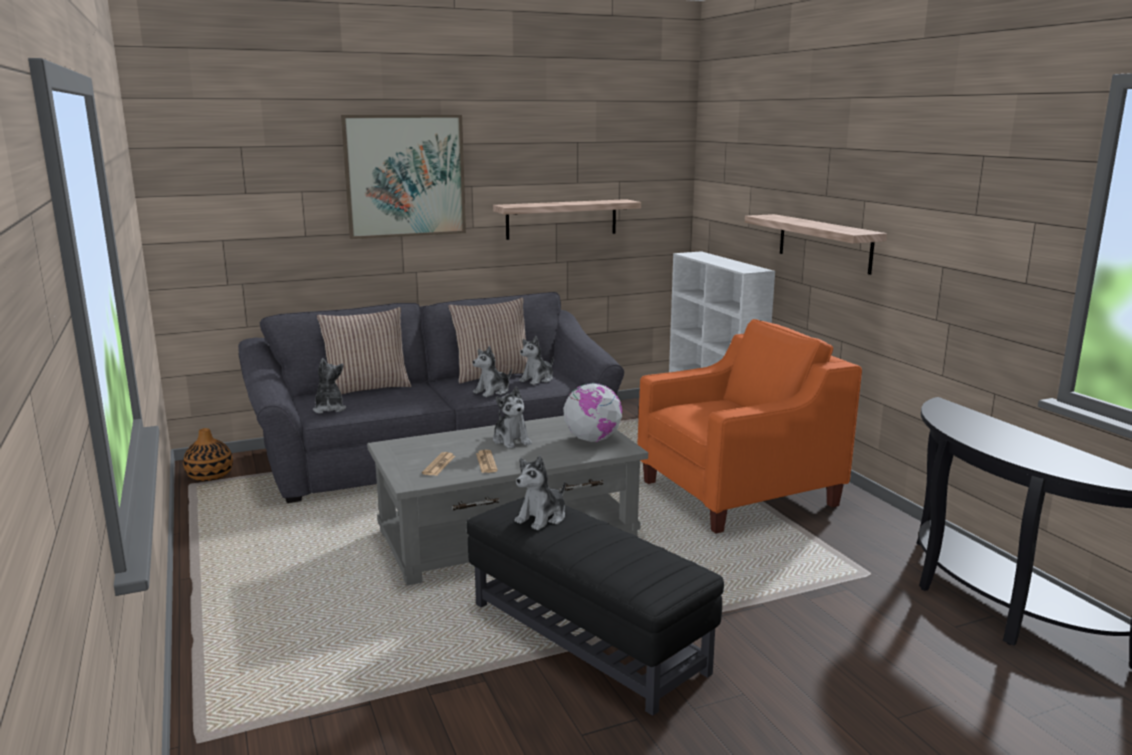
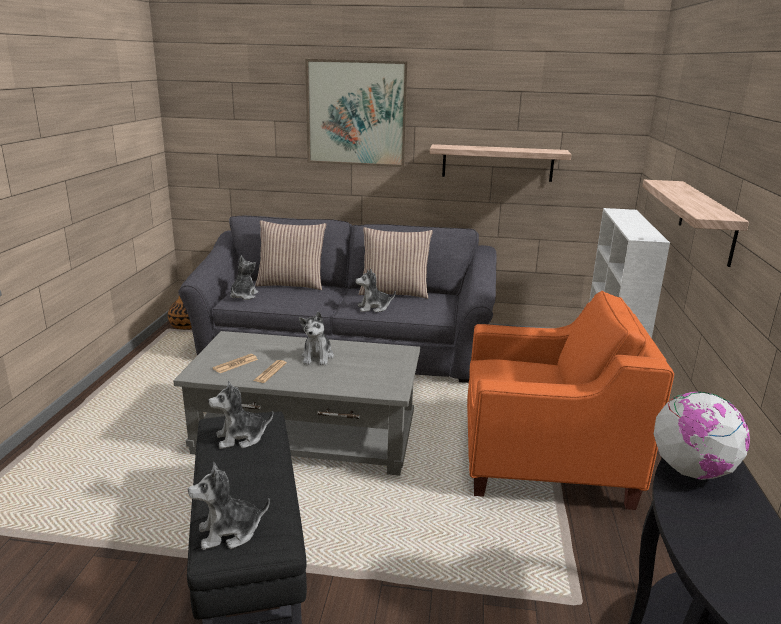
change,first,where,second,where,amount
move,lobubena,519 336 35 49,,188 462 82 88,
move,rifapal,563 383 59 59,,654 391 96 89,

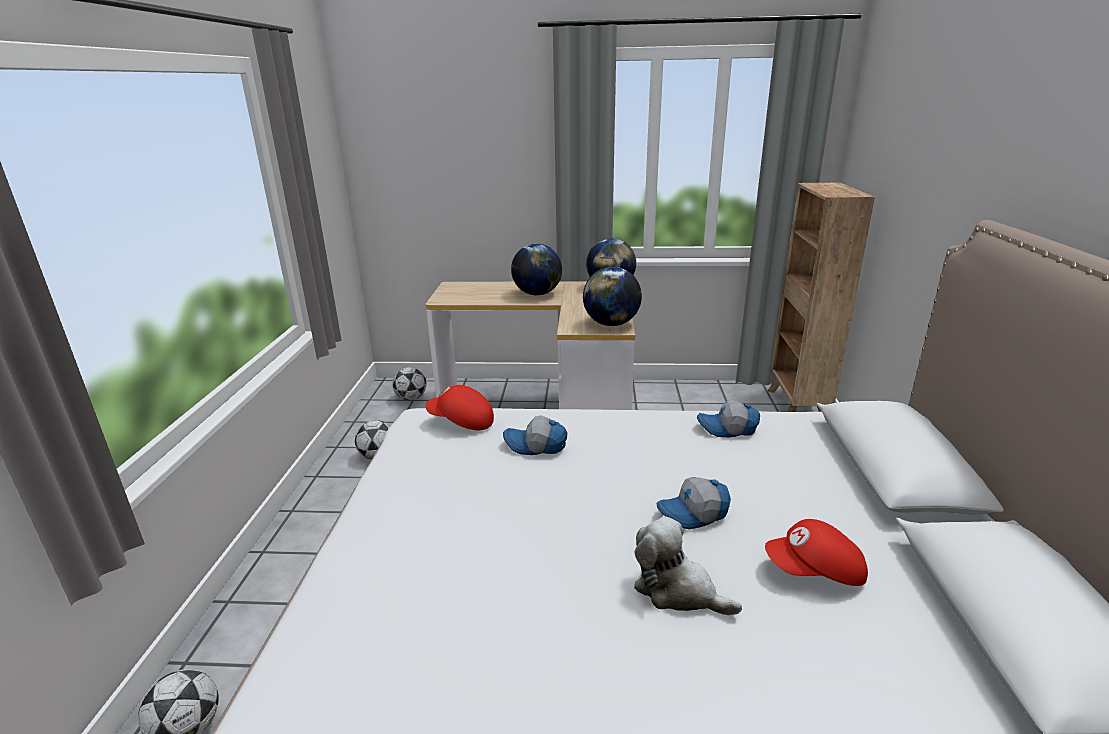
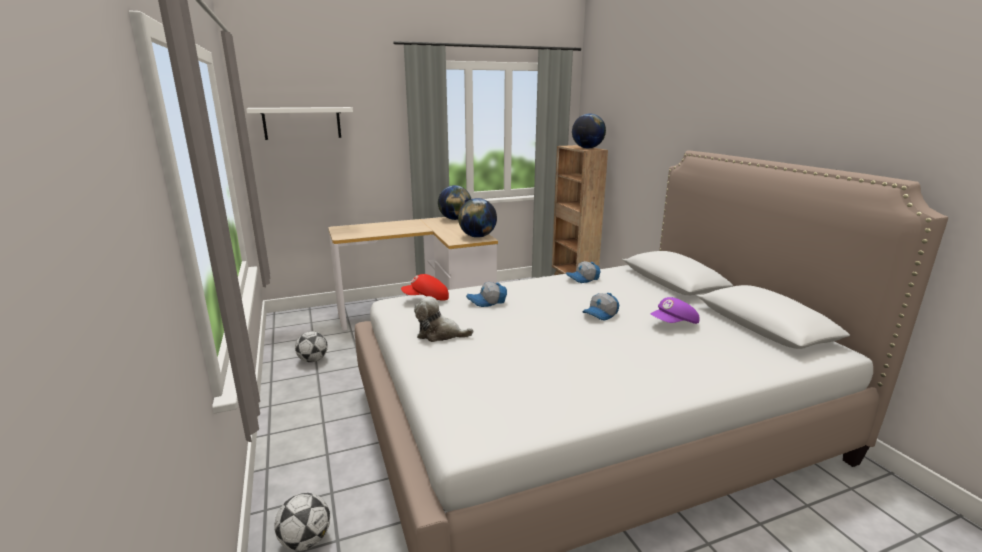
change,first,where,second,where,amount
move,rifapal,511 244 51 51,,572 113 34 36,
delete,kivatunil,392 367 35 33,,,
move,lobubena,634 516 108 99,,414 296 59 46,
recolor,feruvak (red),765 519 103 67,feruvak (purple),650 297 50 27,
insert,,,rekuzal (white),246 107 107 33,

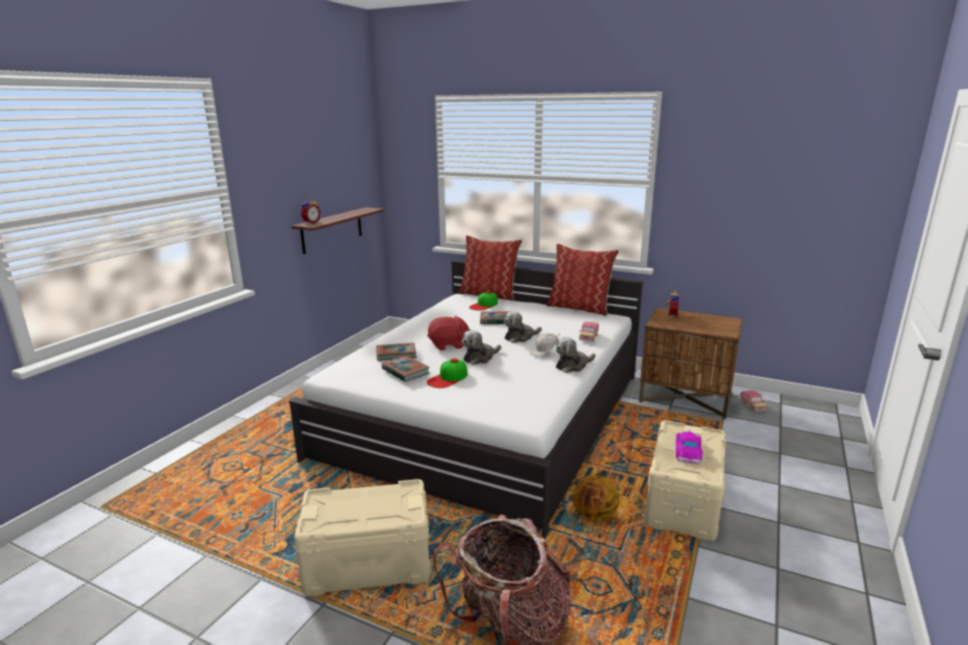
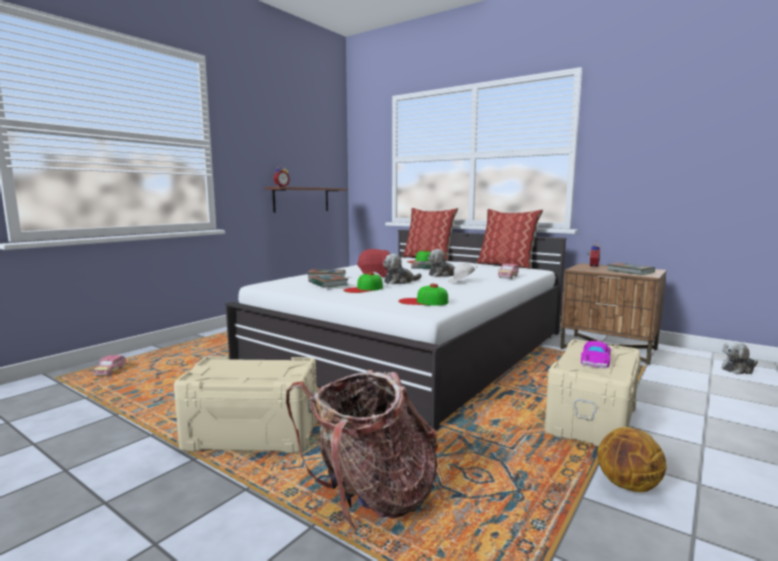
change,first,where,second,where,amount
move,lobubena,556 337 39 36,,722 341 36 33,
move,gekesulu,739 390 28 21,,94 355 32 21,
move,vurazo,572 475 47 47,,597 427 70 65,
insert,,,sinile,607 263 48 12,
insert,,,feruvak,398 284 50 22,

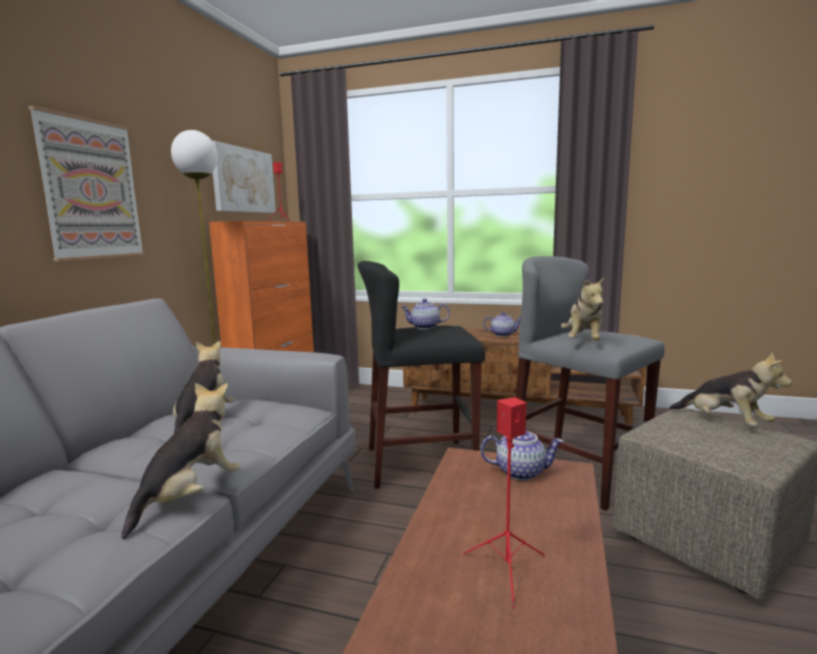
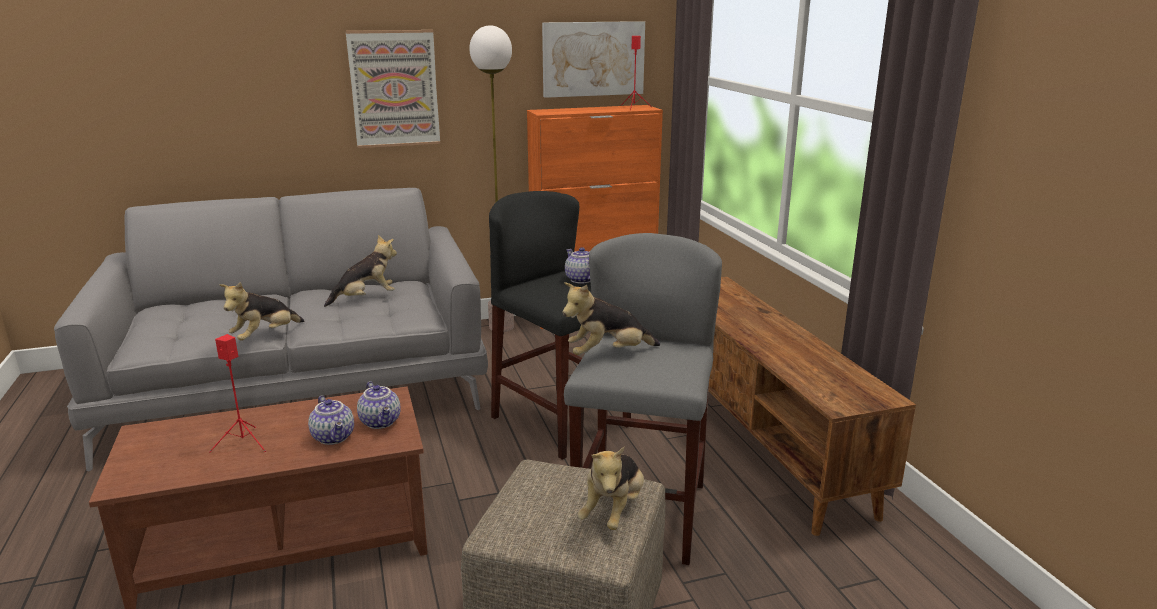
change,first,where,second,where,amount
move,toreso,483 312 38 25,,308 395 46 50,
rotate,lobubena,121 383 119 156,,219 282 85 58,135 degrees clockwise

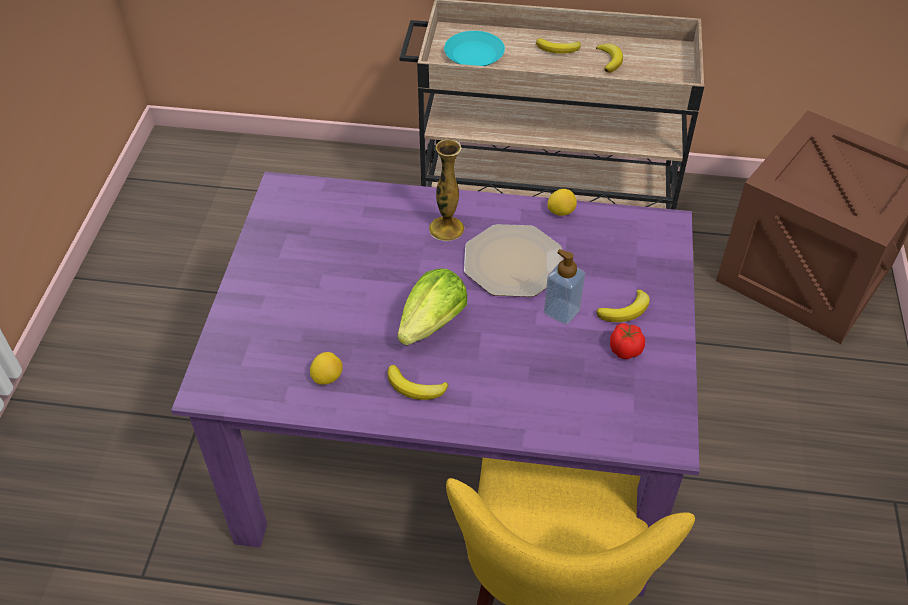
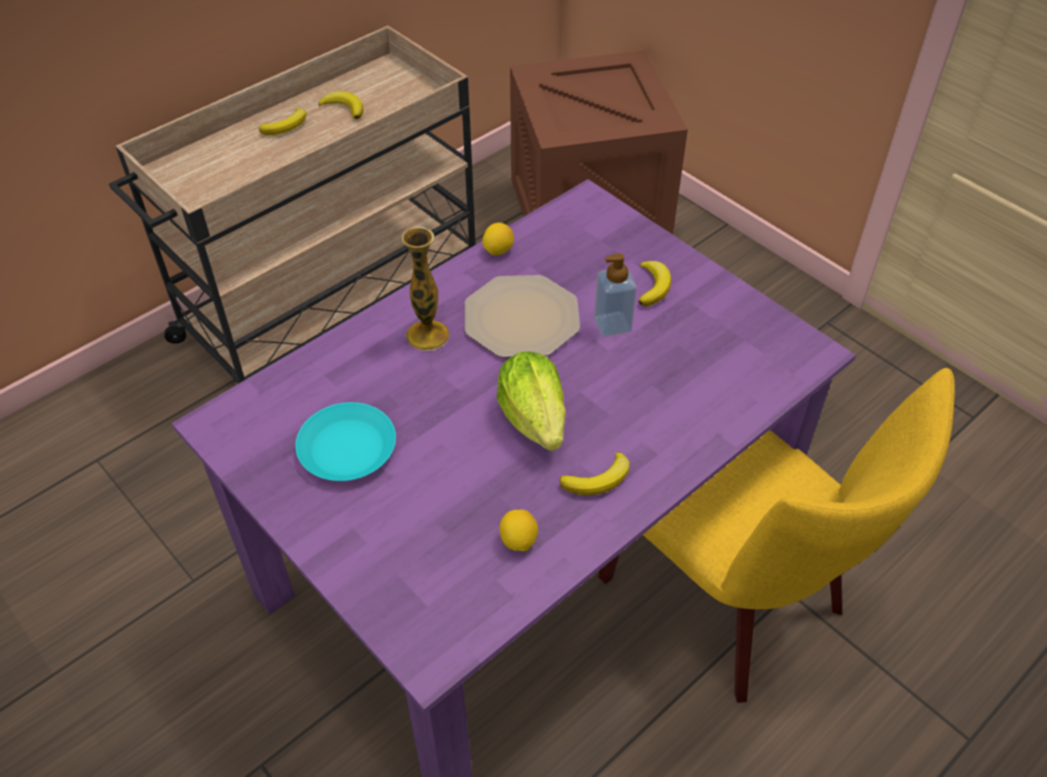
change,first,where,second,where,amount
move,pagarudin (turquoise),444 31 61 35,,295 402 101 79,
delete,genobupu,610 323 35 36,,,

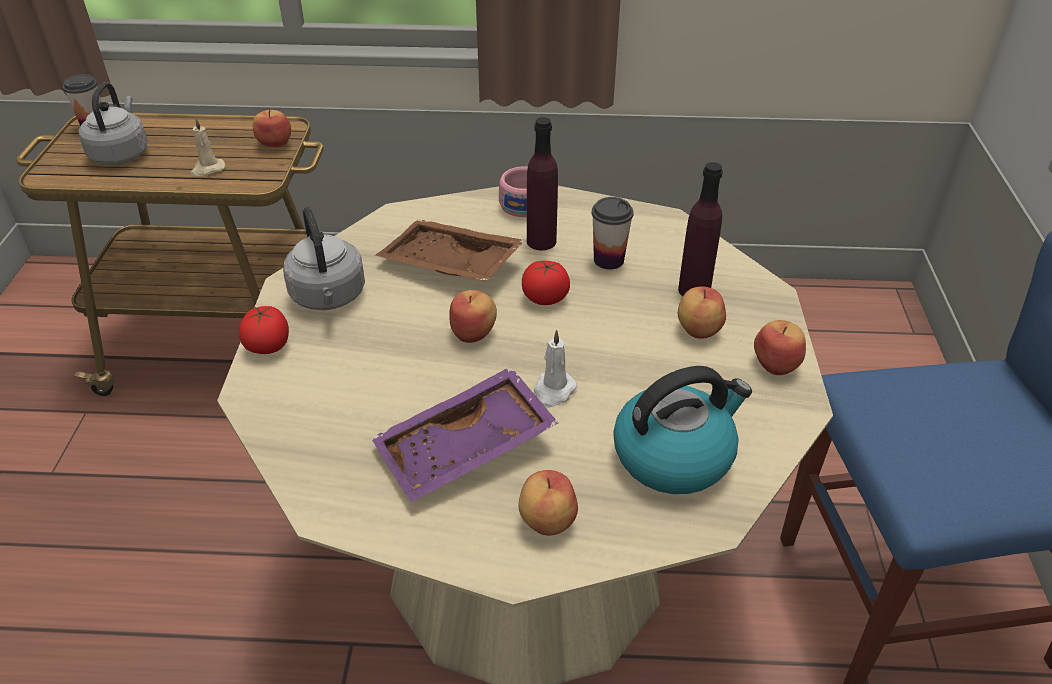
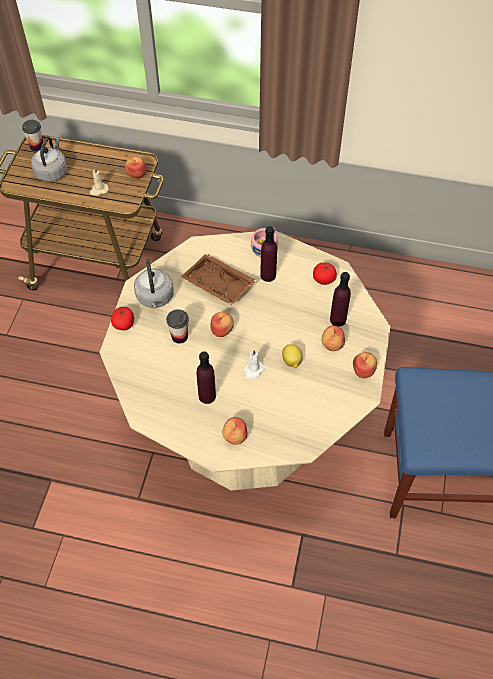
change,first,where,second,where,amount
move,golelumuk,591 197 43 73,,166 309 23 35,
move,genobupu,522 261 48 44,,313 262 24 23,
replace,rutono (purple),371 366 187 136,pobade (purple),196 351 20 53,
delete,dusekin,613 366 139 128,,,
insert,,,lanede,282 344 21 24,

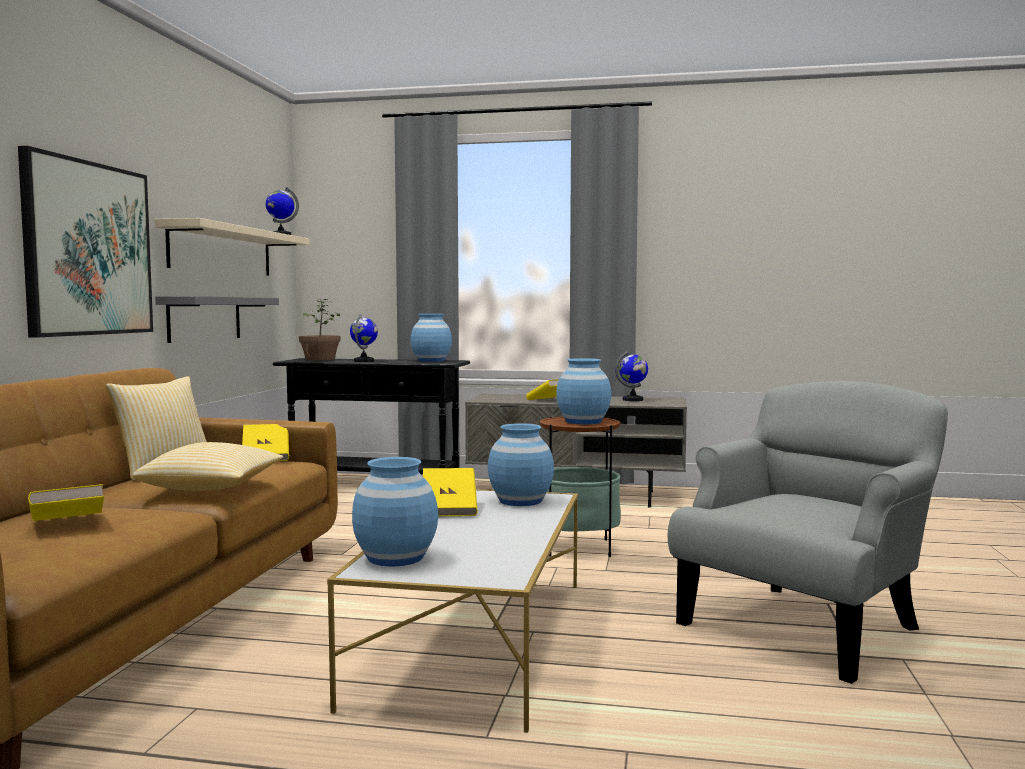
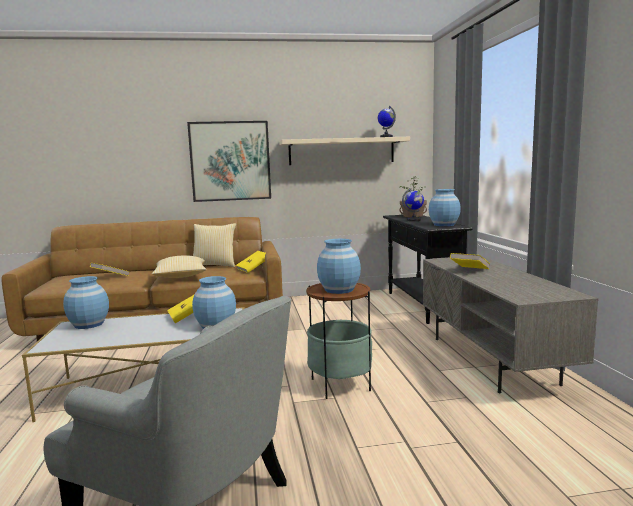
change,first,where,second,where,amount
delete,rekuzal (grey),155 296 124 47,,,
delete,rifapal,615 351 33 50,,,

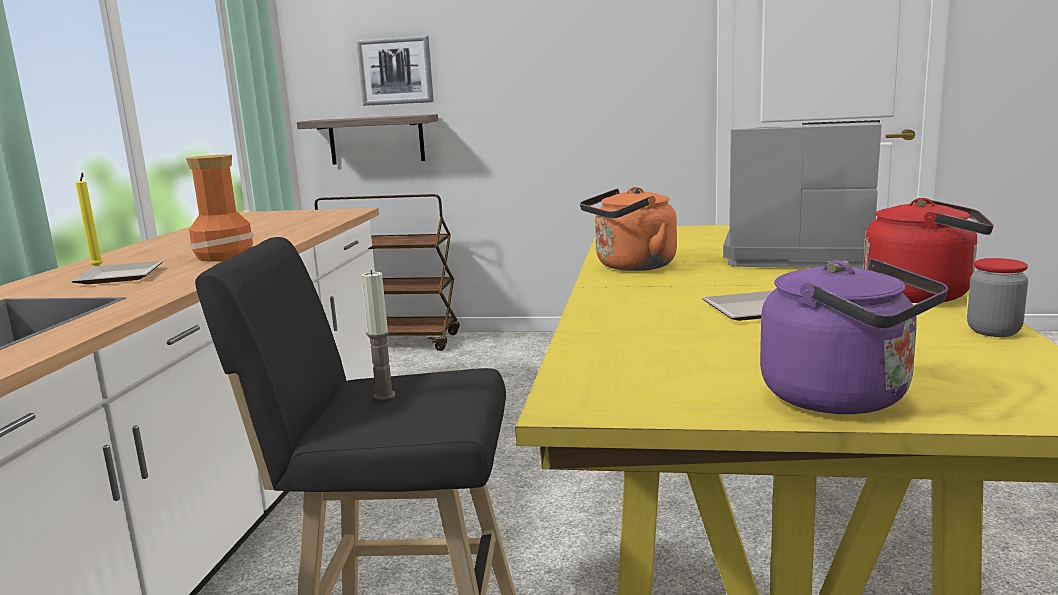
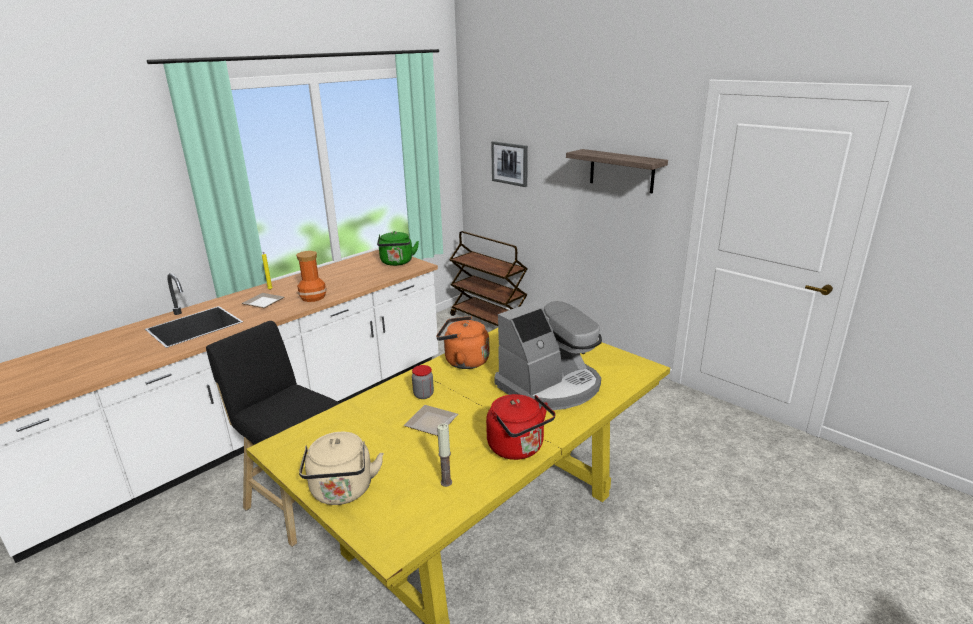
change,first,where,second,where,amount
move,rekuzal,297 114 141 50,,566 149 102 45,
rotate,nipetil,723 120 159 149,,494 294 108 116,90 degrees clockwise
recolor,dusekin (purple),760 258 189 156,dusekin (beige),299 432 85 73,
move,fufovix,967 258 61 79,,412 365 22 34,
move,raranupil,361 270 34 130,,437 423 15 64,
insert,,,dusekin (green),377 231 42 35,

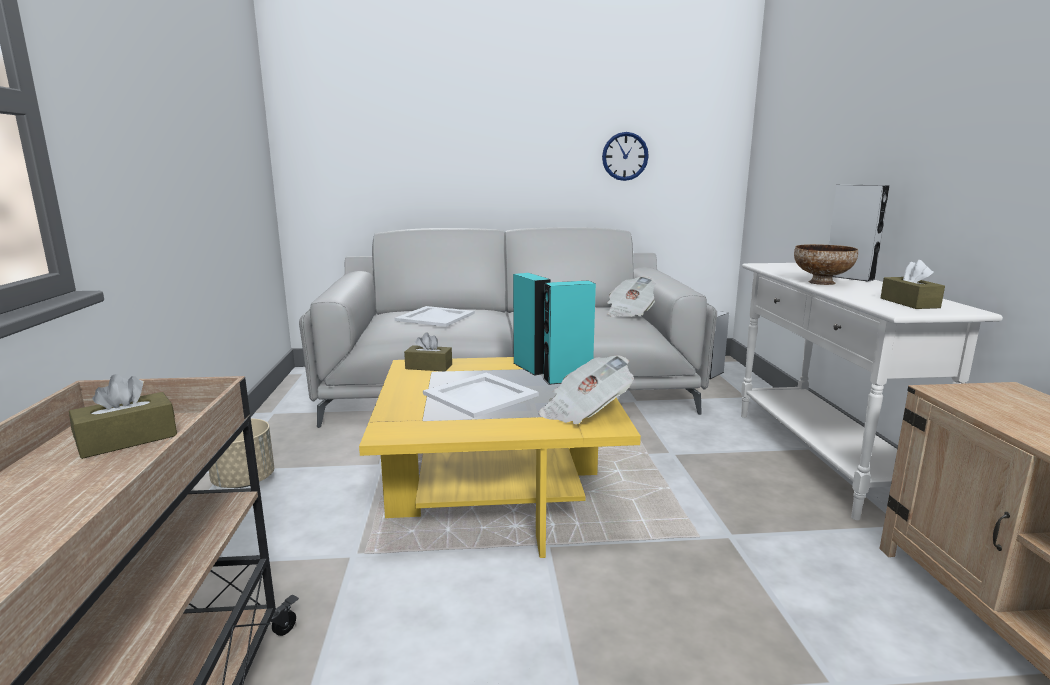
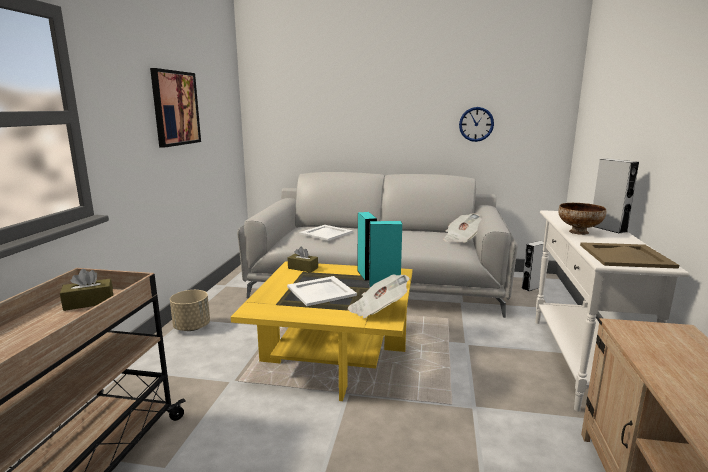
change,first,where,second,where,amount
replace,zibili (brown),881 260 64 49,rutono (beige),580 242 99 27,
insert,,,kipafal,150 68 51 80,

